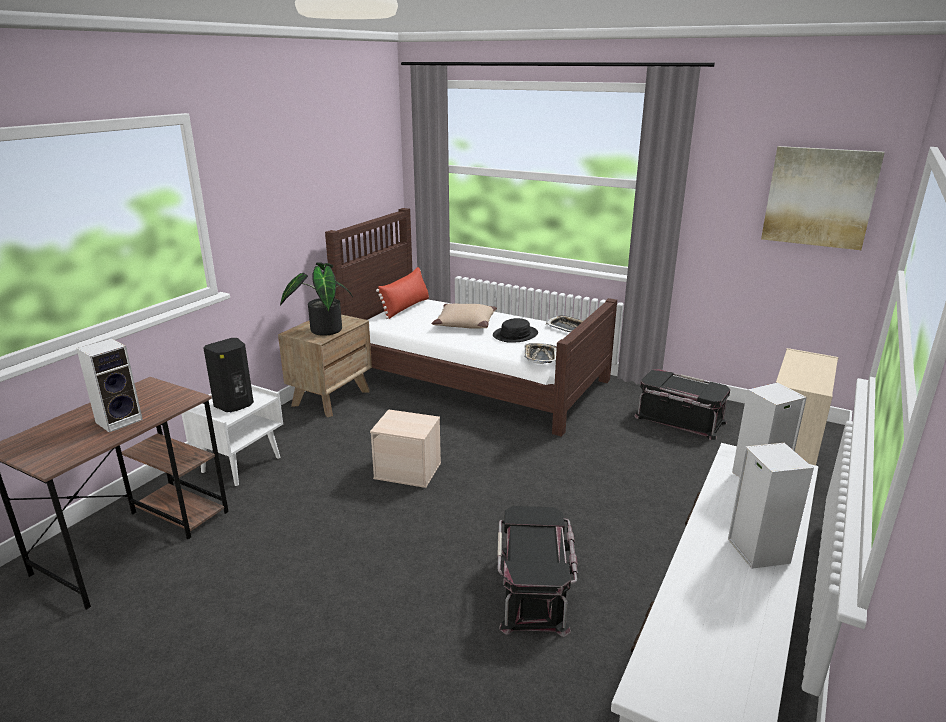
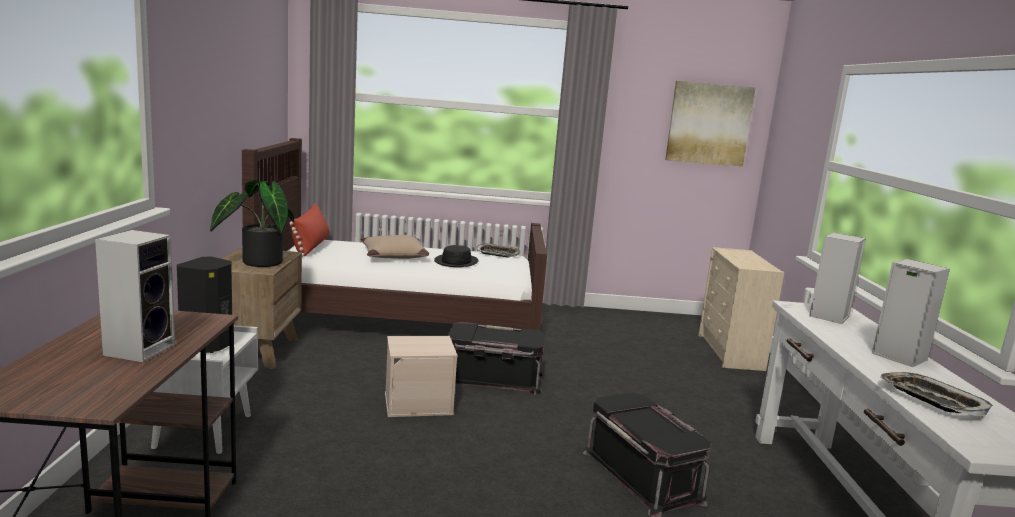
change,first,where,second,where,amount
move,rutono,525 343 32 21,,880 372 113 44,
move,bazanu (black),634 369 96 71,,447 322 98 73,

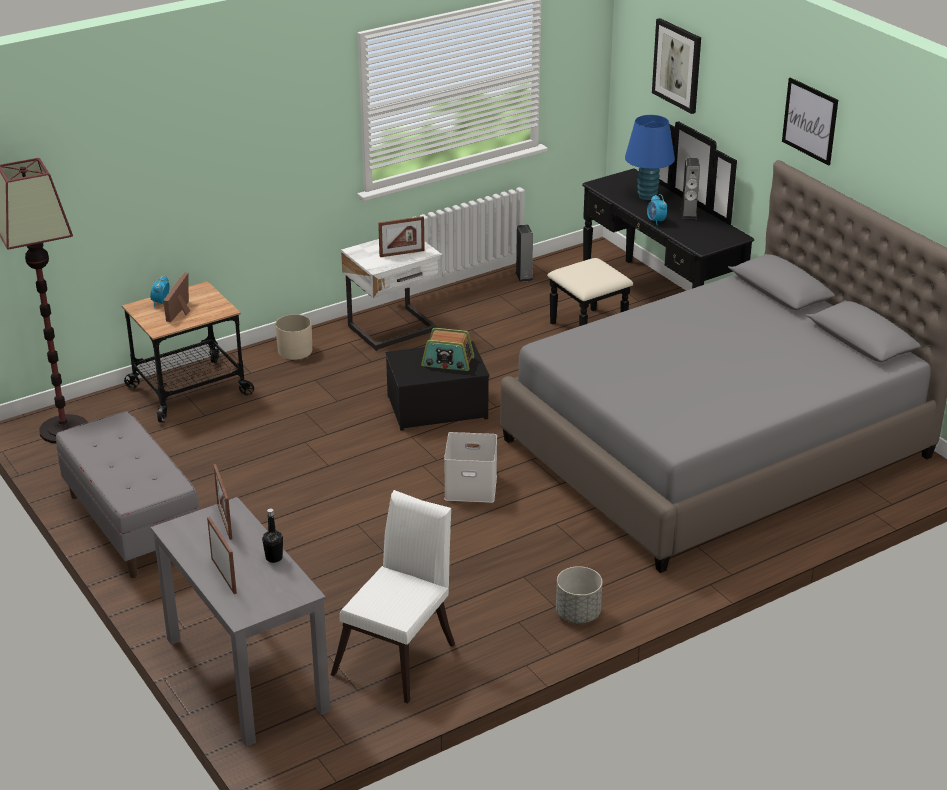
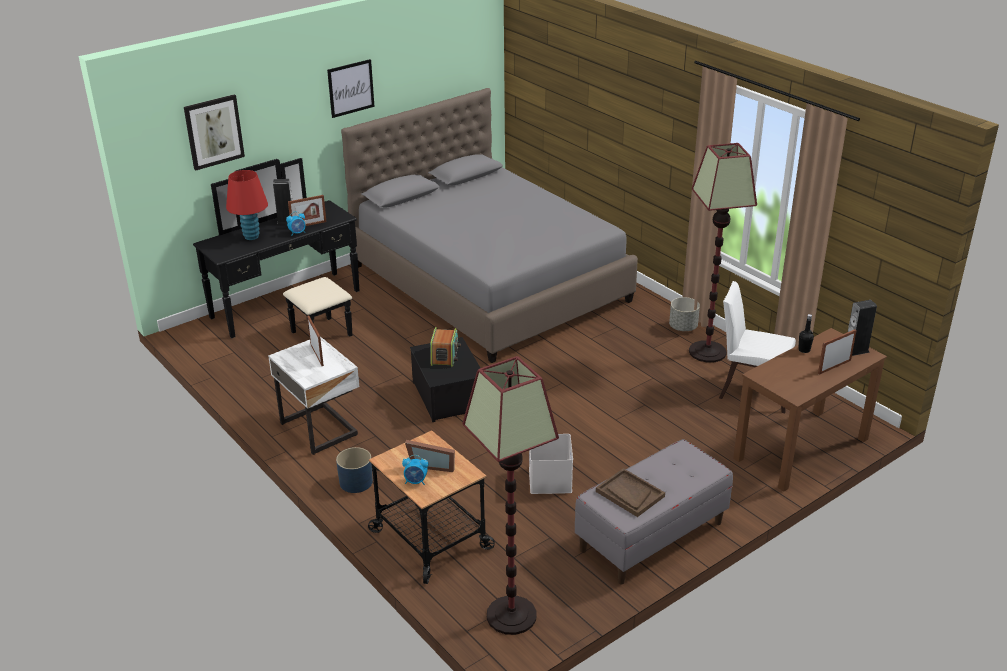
change,first,where,second,where,amount
recolor,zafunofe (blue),625 115 50 85,zafunofe (red),226 170 42 70,
move,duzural,515 224 18 58,,848 300 29 56,
recolor,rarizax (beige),275 314 37 46,rarizax (blue),336 447 37 46,
move,bazanu (white),444 432 53 71,,529 434 44 60,
move,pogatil,213 464 19 76,,288 195 38 31,
recolor,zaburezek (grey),151 497 180 250,zaburezek (brown),733 328 154 164,
insert,,,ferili,689 143 68 220,
insert,,,rutono (brown),596 468 69 49,

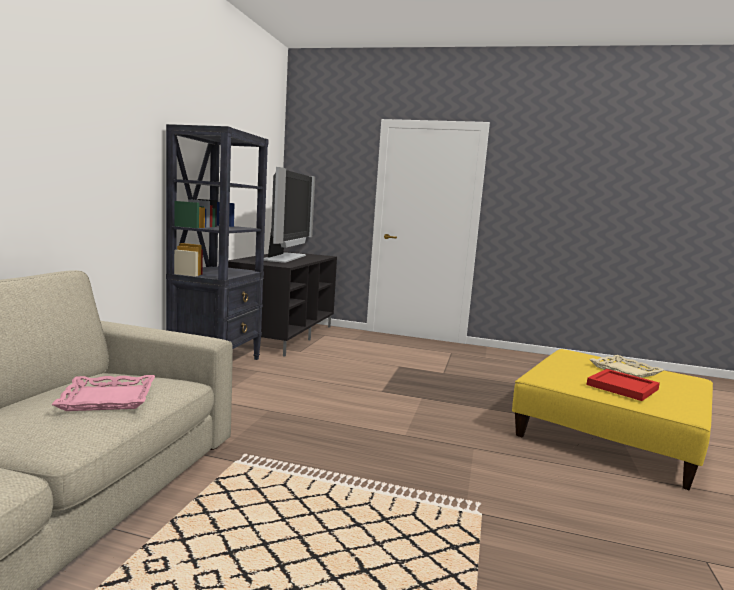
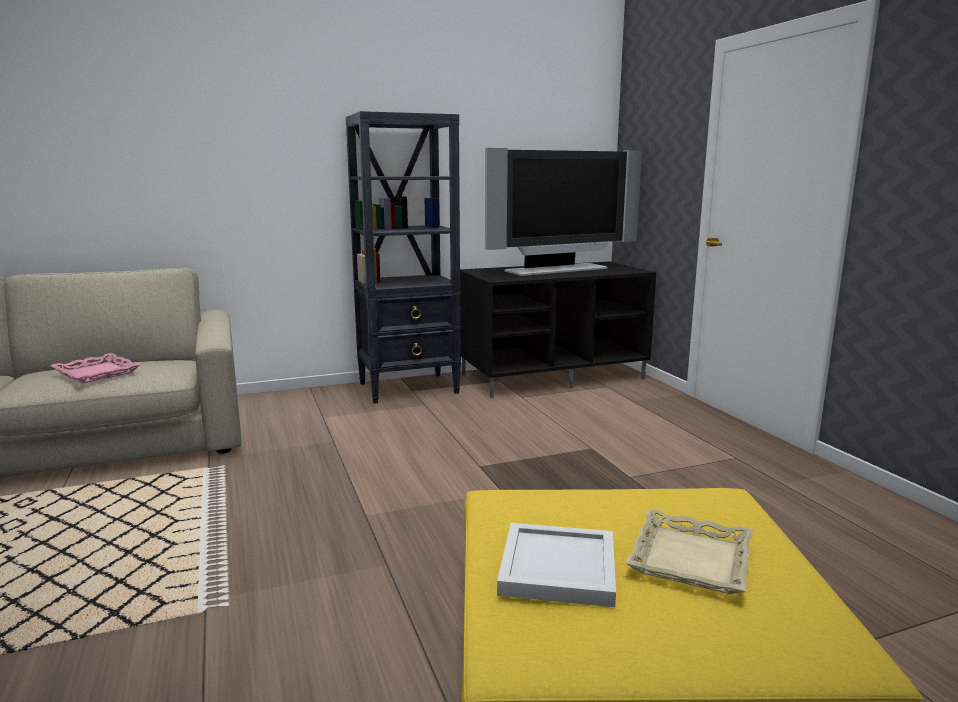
change,first,where,second,where,amount
recolor,rutono (red),587 369 73 32,rutono (white),497 523 119 84,

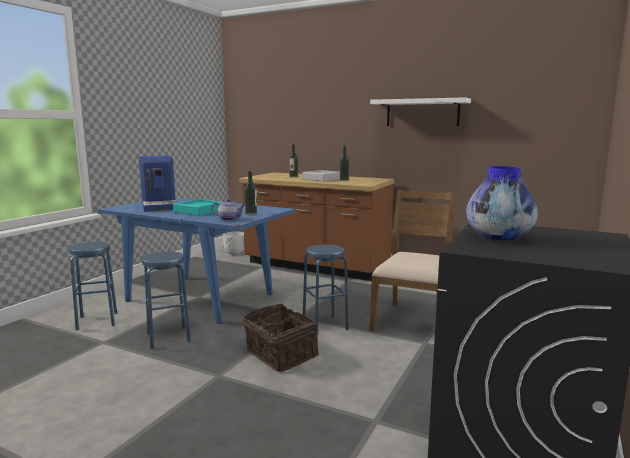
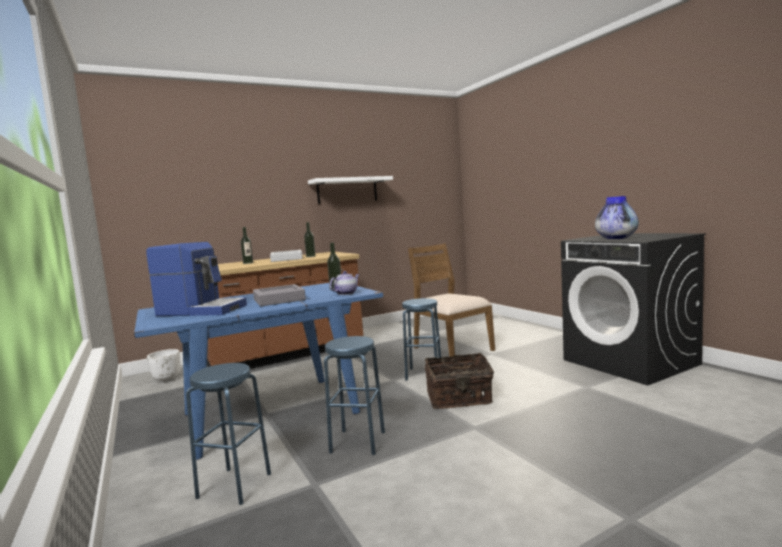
change,first,where,second,where,amount
recolor,rutono (turquoise),173 199 49 17,rutono (grey),253 284 53 22,

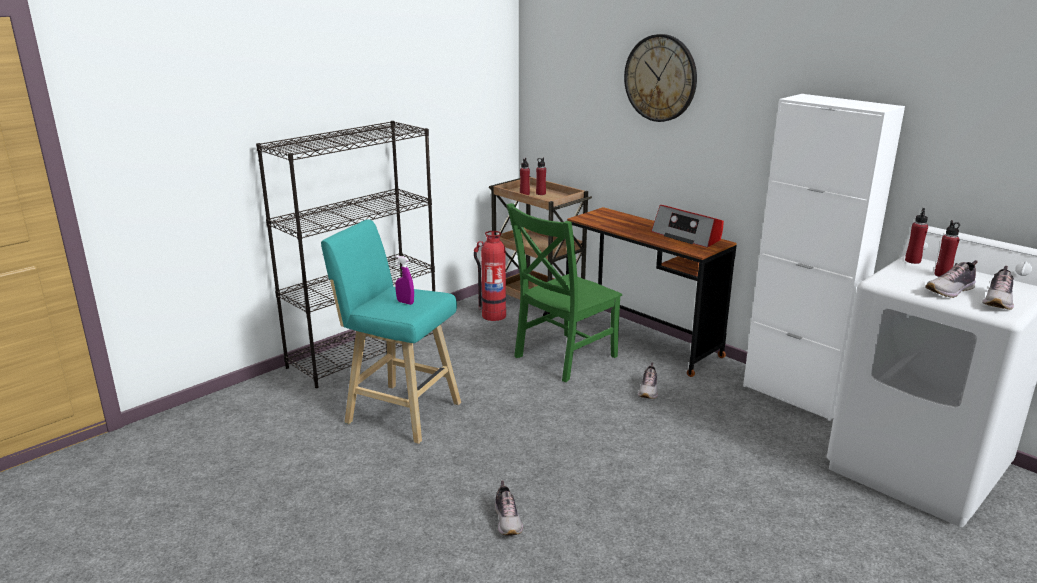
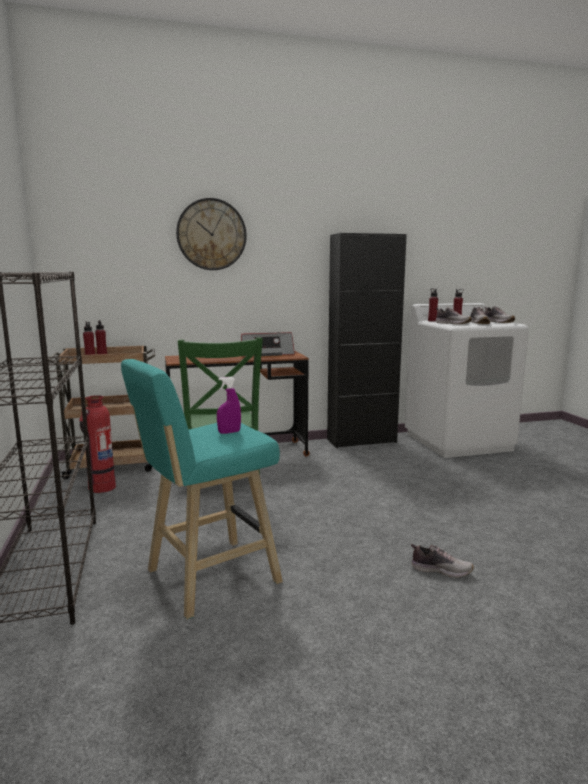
change,first,where,second,where,amount
recolor,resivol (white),743 94 162 327,resivol (black),327 233 80 215,
move,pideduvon,638 362 20 37,,435 307 37 17,

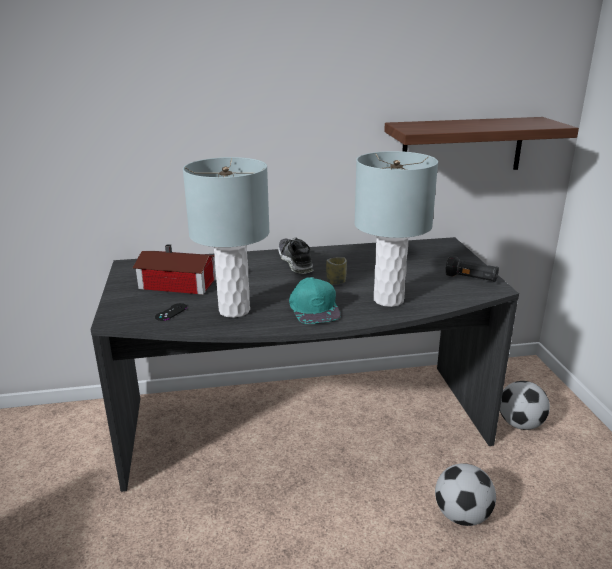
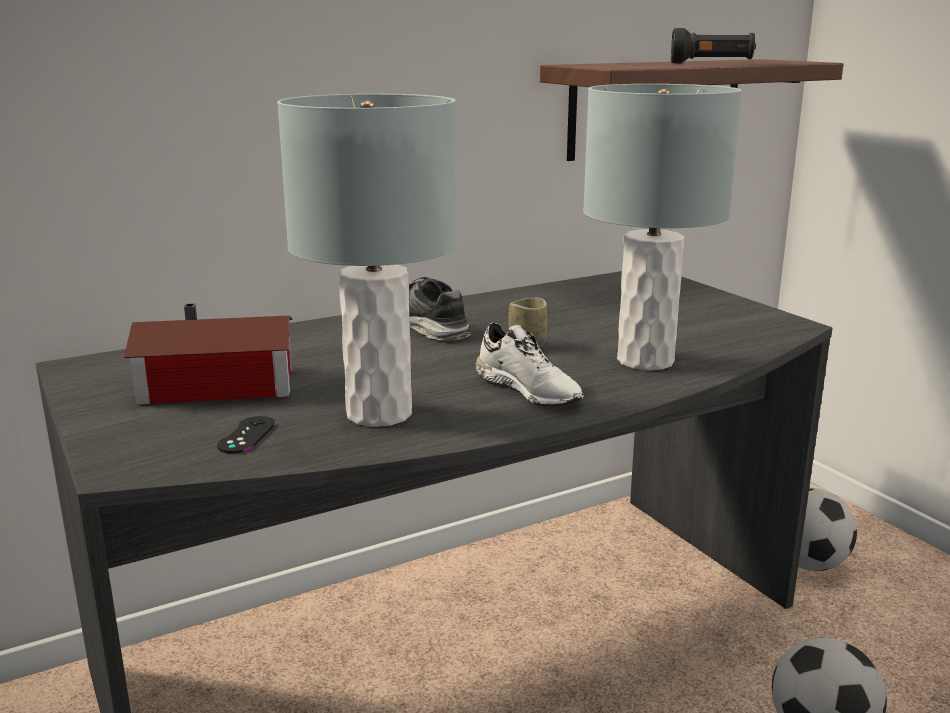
change,first,where,second,where,amount
move,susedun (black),445 256 54 26,,671 28 85 35,
replace,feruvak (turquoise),289 277 52 47,pideduvon (white),475 323 109 83,

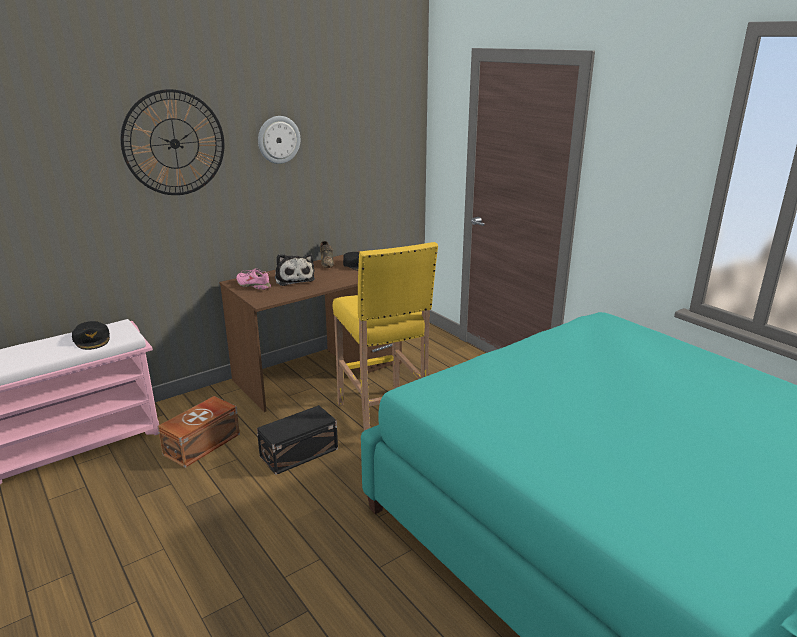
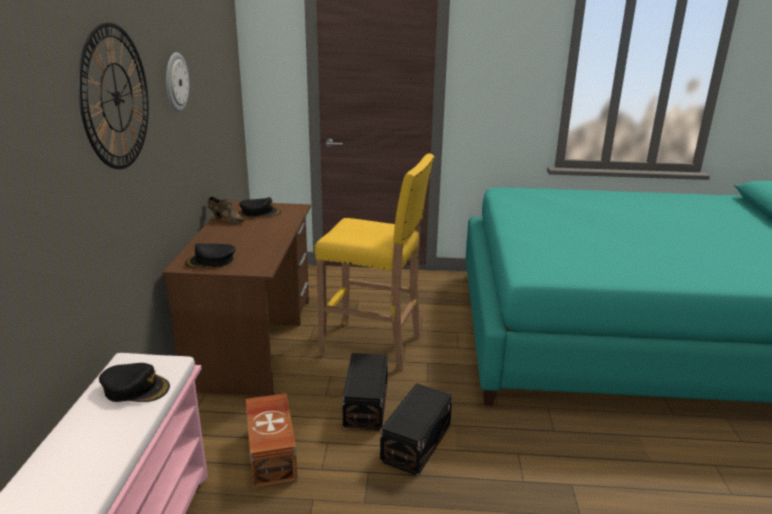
change,first,where,second,where,amount
delete,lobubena,275 254 40 32,,,
replace,pideduvon (pink),236 268 35 22,feruvak (black),185 243 50 24,
insert,,,bazanu (black),380 383 72 93,

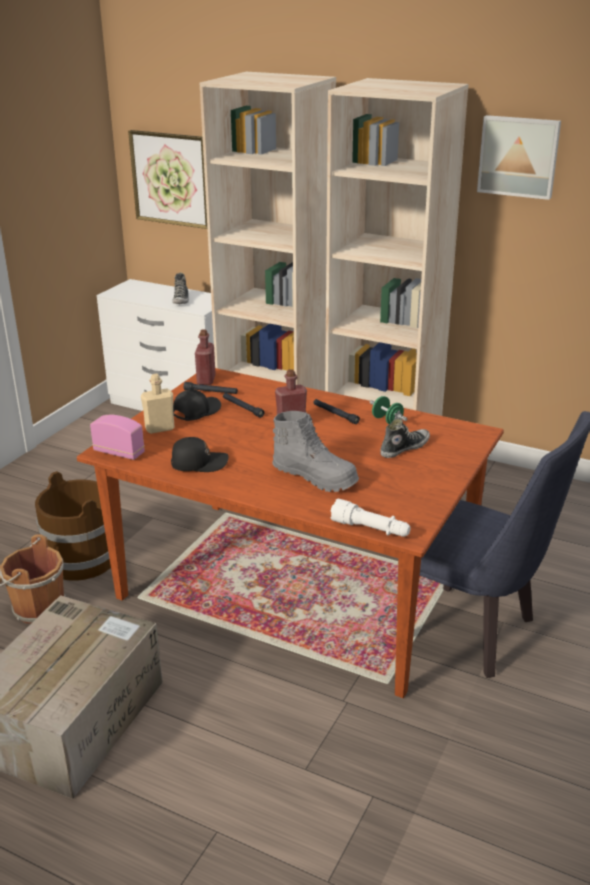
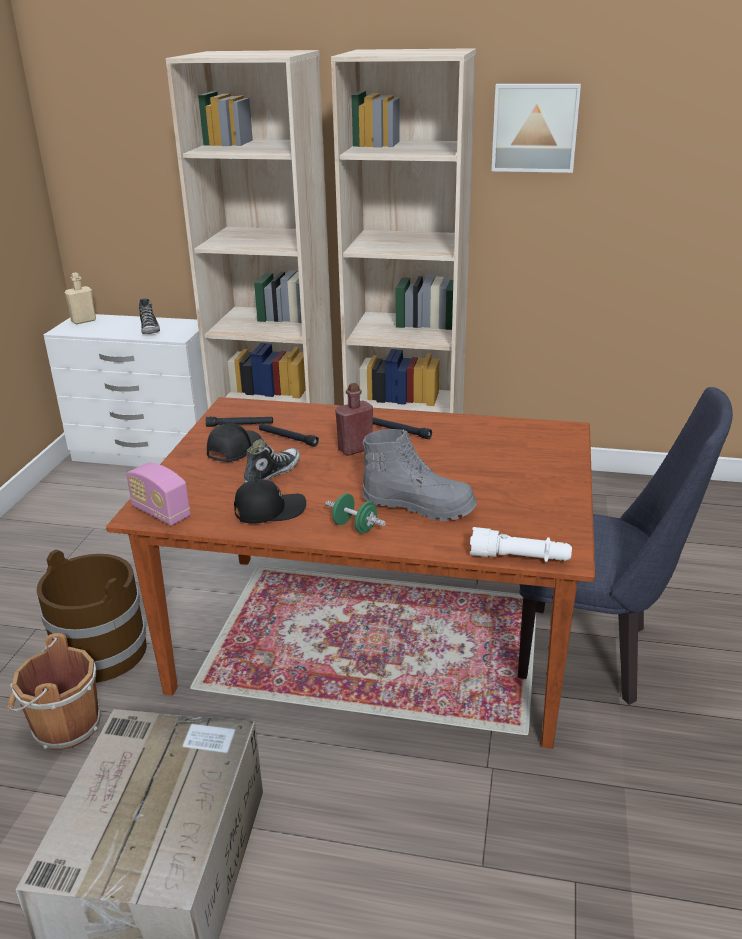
change,first,where,second,where,amount
delete,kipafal,128 130 79 99,,,
delete,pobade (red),195 329 21 56,,,
move,pobade (beige),141 374 34 60,,65 272 31 52,
move,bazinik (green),370 396 37 28,,325 493 61 41,
rotate,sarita,90 415 55 45,,126 463 64 62,150 degrees counterclockwise
move,pideduvon,380 419 50 39,,244 439 56 44,

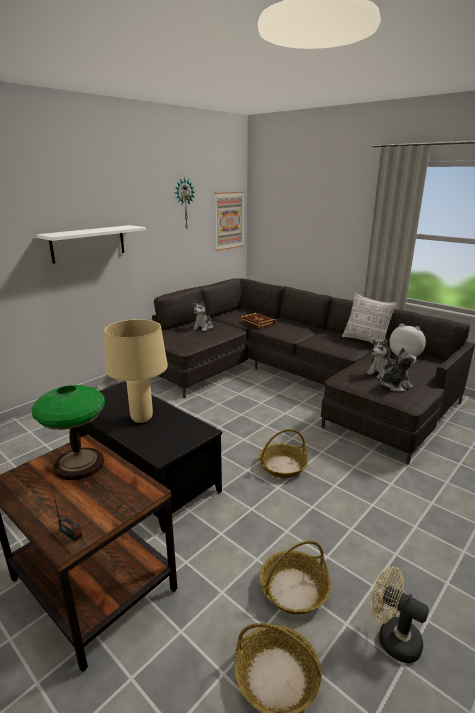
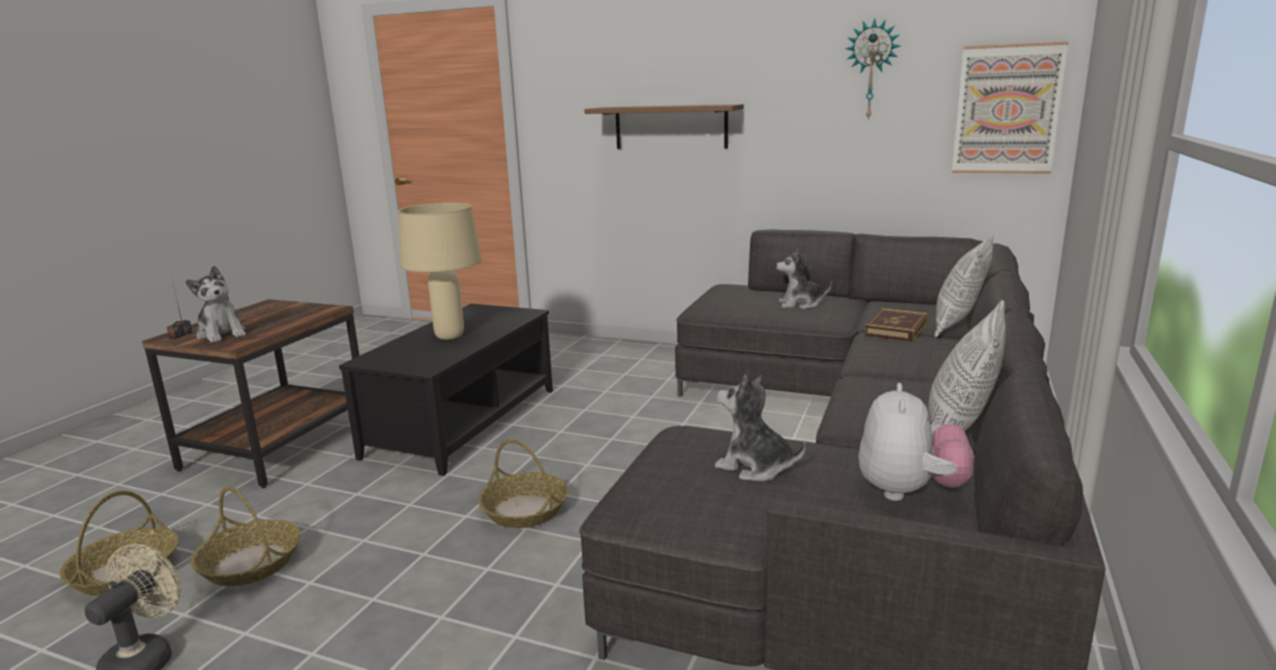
change,first,where,second,where,amount
recolor,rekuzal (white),37 225 109 39,rekuzal (brown),584 104 160 45,
move,lobubena,380 347 37 45,,186 266 60 77,
delete,zafunofe,32 385 73 95,,,
insert,,,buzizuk,934 233 60 104,

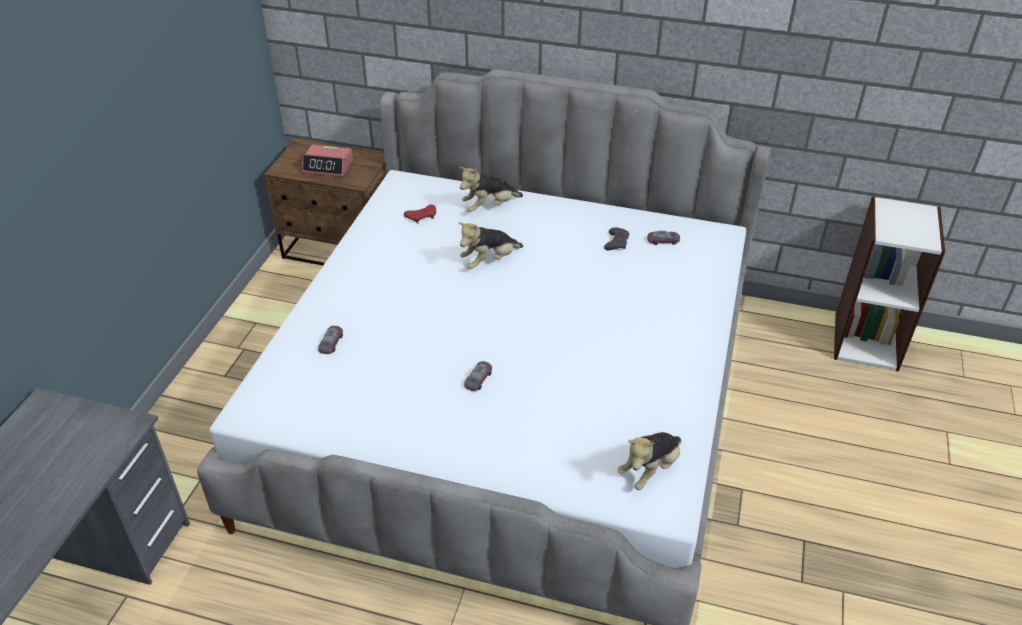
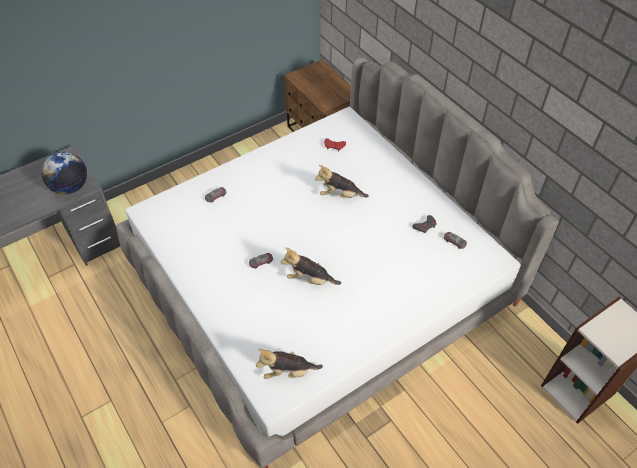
change,first,where,second,where,amount
delete,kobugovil,302 144 50 33,,,
move,lobubena,459 167 64 45,,281 248 60 37,
insert,,,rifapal,41 152 46 42,

